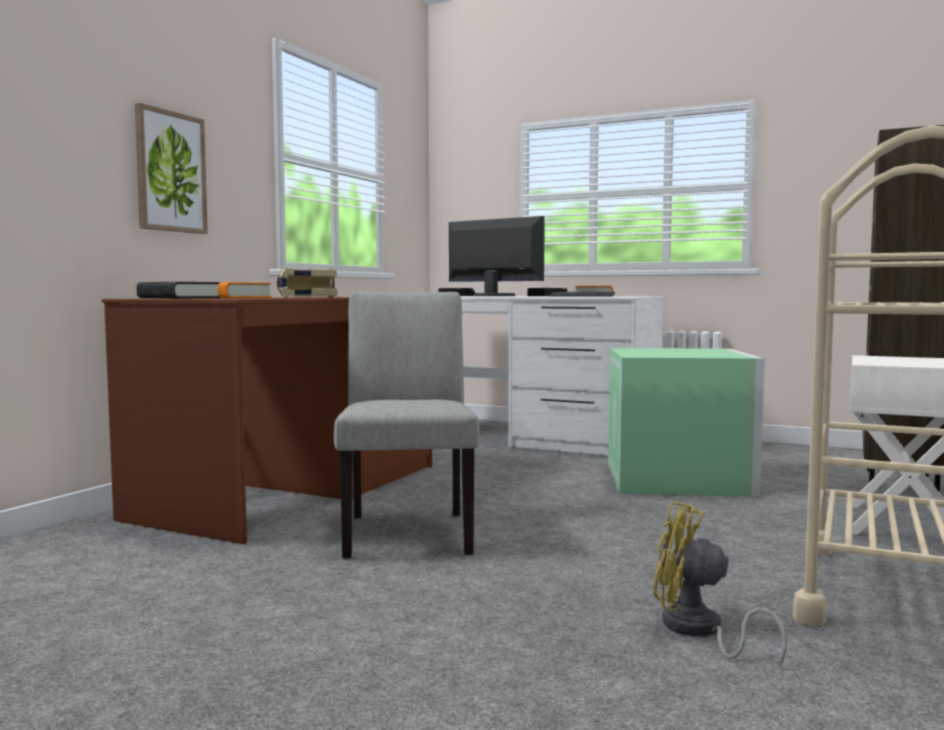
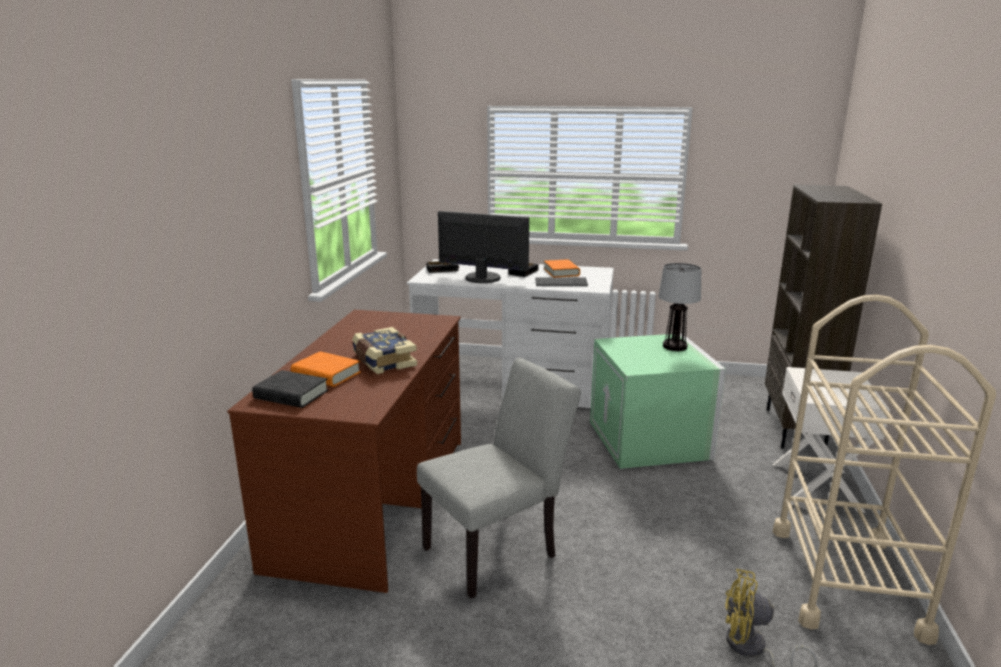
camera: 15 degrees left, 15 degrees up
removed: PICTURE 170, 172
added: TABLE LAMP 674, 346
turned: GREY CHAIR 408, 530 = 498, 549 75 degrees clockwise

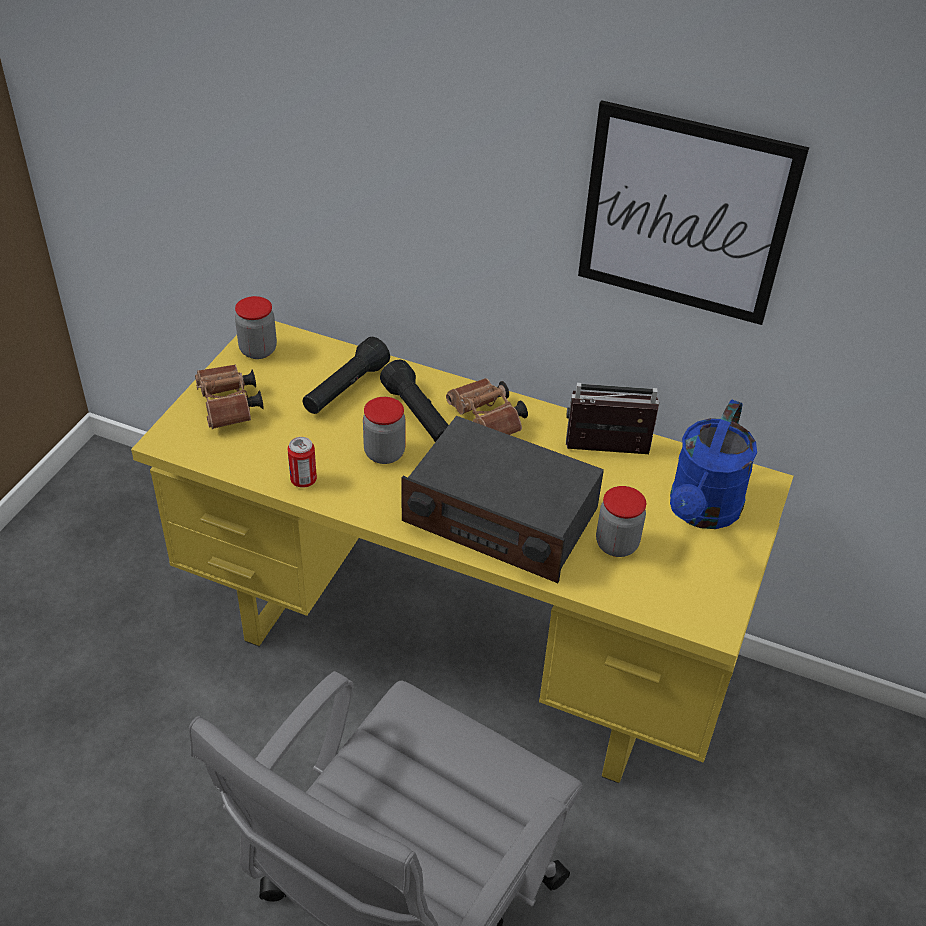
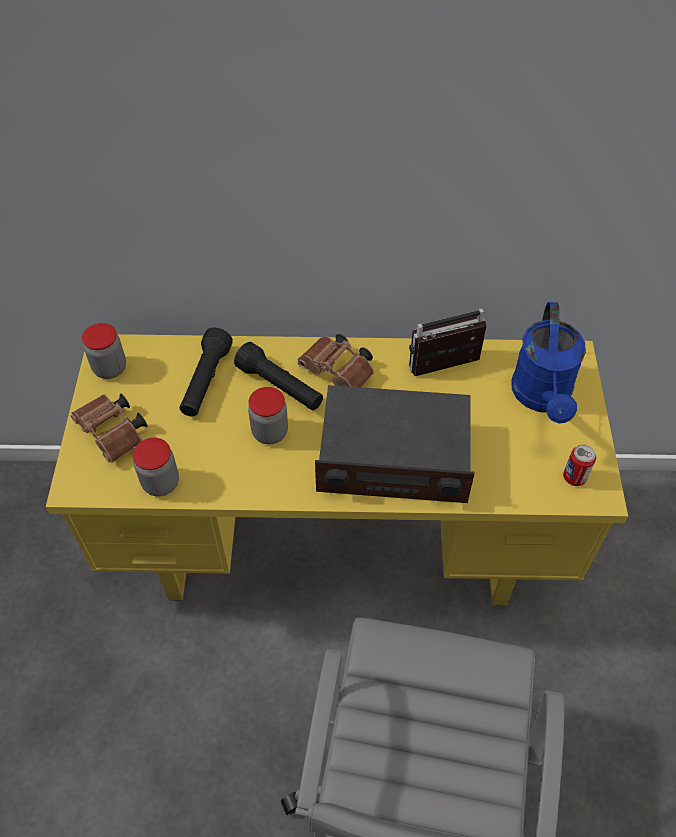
camera: 20 degrees left, 10 degrees up
removed: PICTURE 685, 215
moved: CAN 303, 480 to 574, 477; JAR 616, 544 to 161, 483

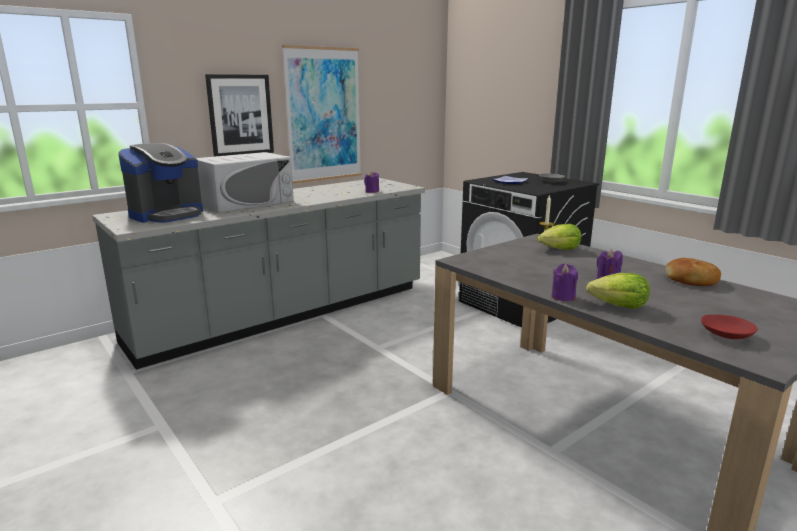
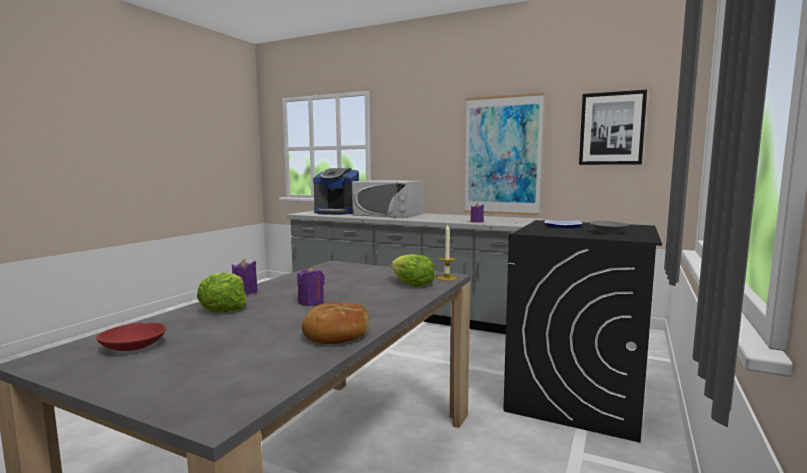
camera: 65 degrees right, 10 degrees down
moved: PICTURE 240, 115 to 611, 128

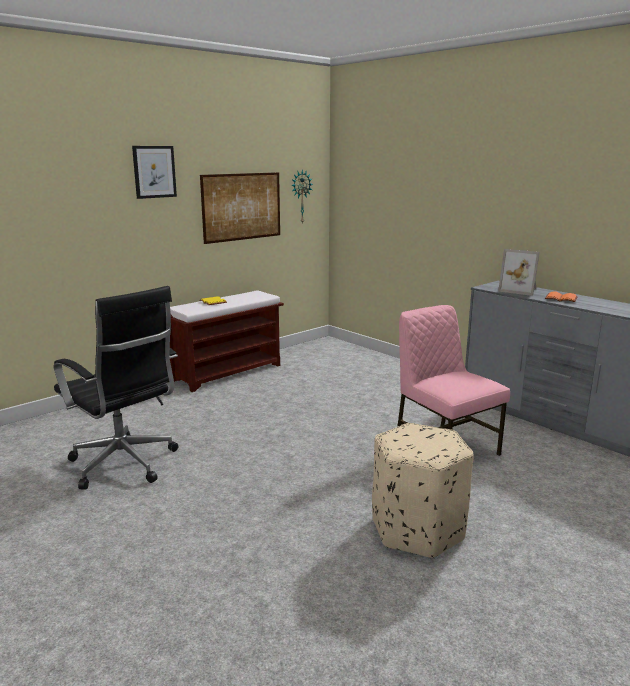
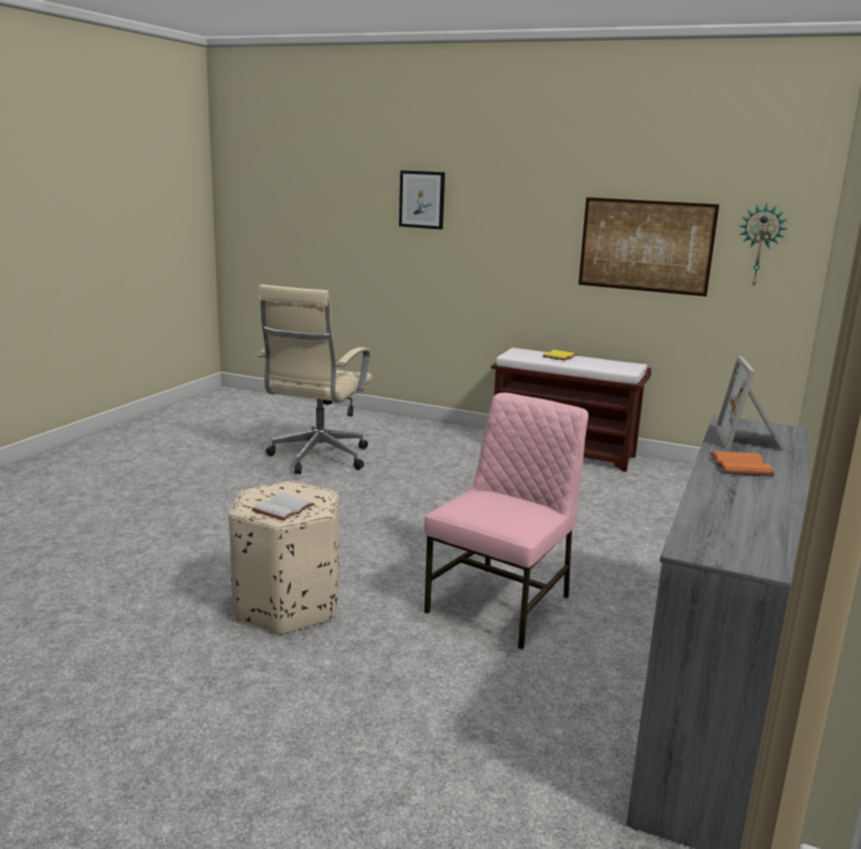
camera: 65 degrees right, 0 degrees up
added: WHITE BOOK 283, 508
moved: PICTURE 154, 172 to 422, 199
recoloured: BLACK OFFICE CHAIR 126, 465 to BEIGE OFFICE CHAIR 317, 459

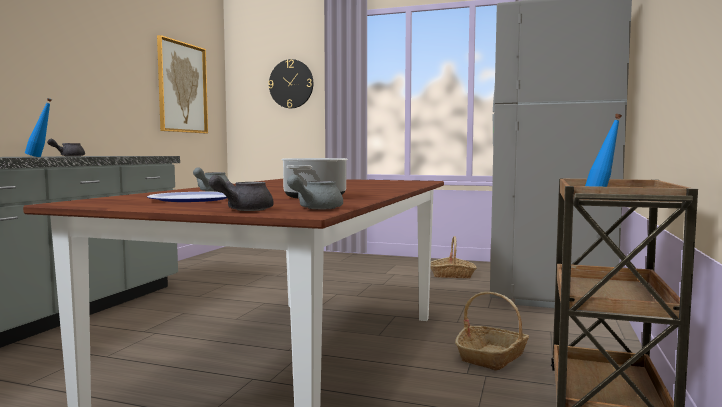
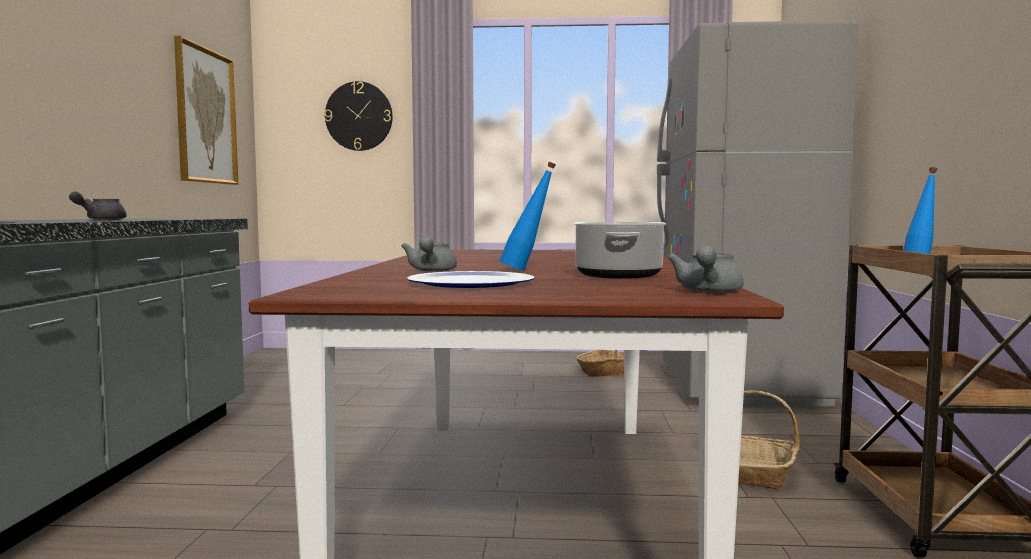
camera: 15 degrees left, 0 degrees up
removed: GREY TEAPOT 243, 210
moved: BLUE BOTTLE 40, 156 to 527, 270

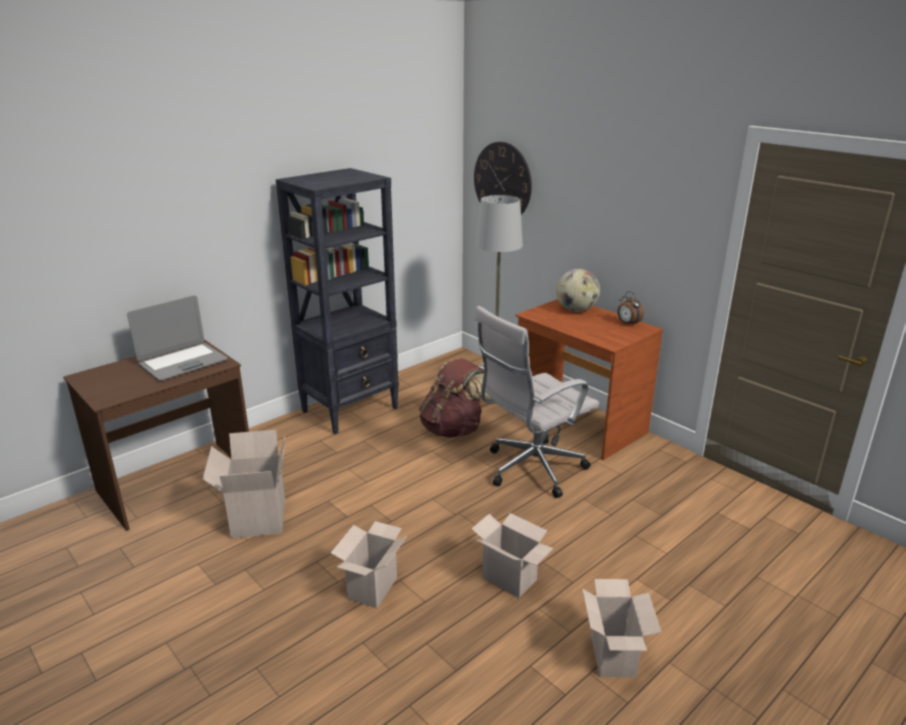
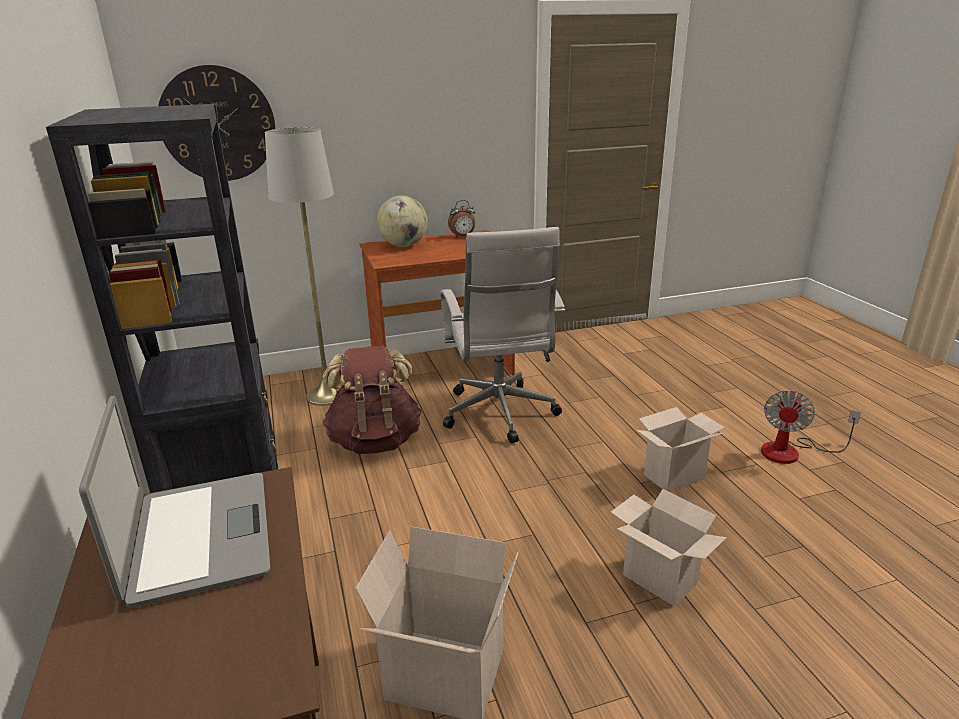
camera: 65 degrees left, 0 degrees up
replaced: CARDBOARD BOX 615, 657 to FAN 791, 452

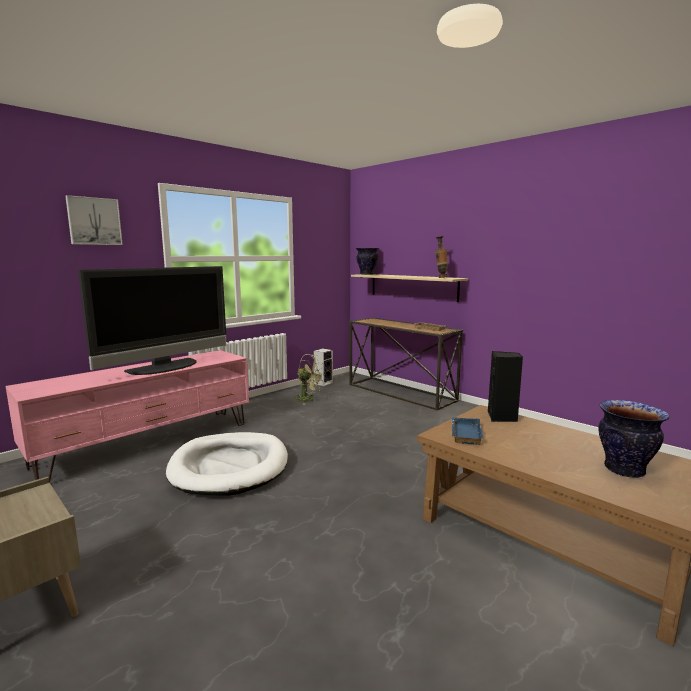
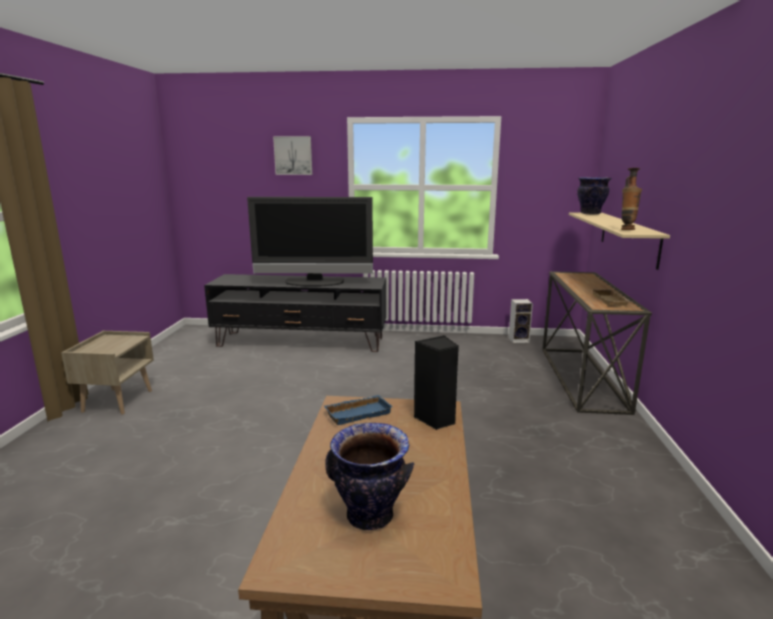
camera: 50 degrees right, 5 degrees up
removed: WHITE DOG BED 230, 467; GREEN FAN 308, 399
recoloured: PINK TV STAND 148, 443 to BLACK TV STAND 301, 342

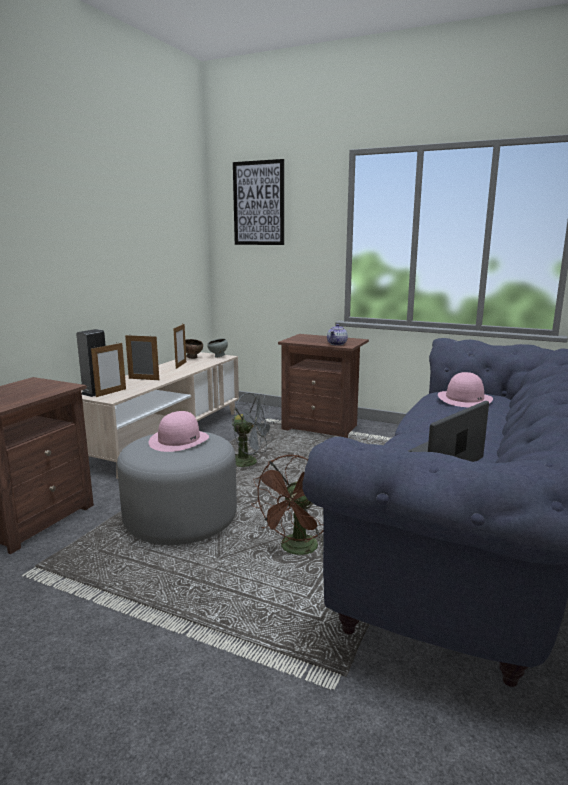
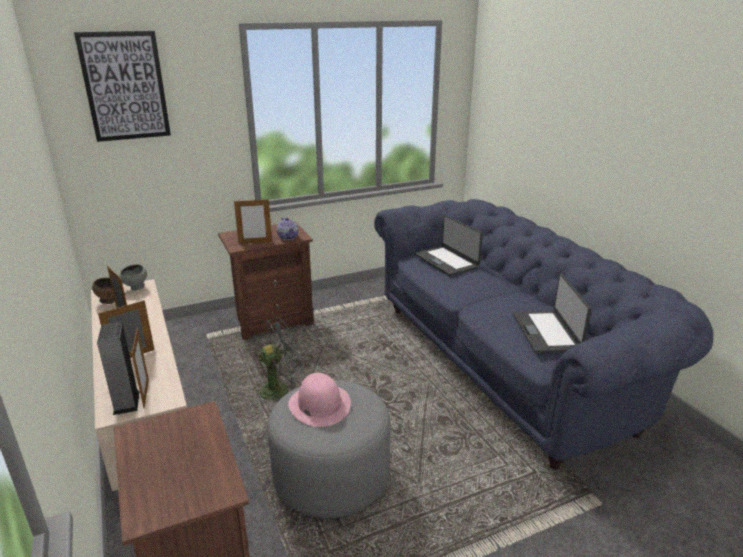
camera: 50 degrees left, 10 degrees up
removed: BROWN FAN 296, 550
added: PICTURE FRAME 255, 242
replaced: PINK HAT 464, 399 to LAPTOP 447, 261

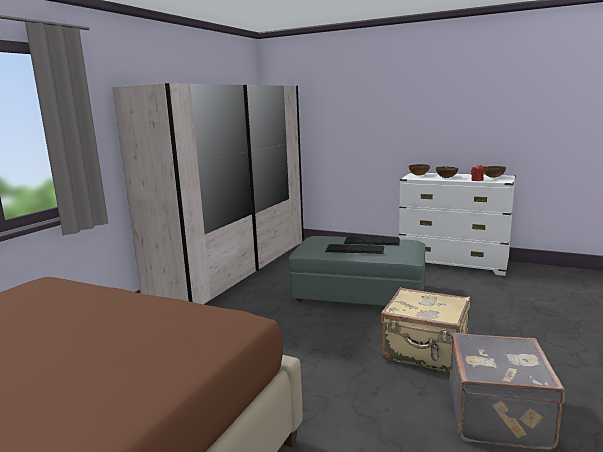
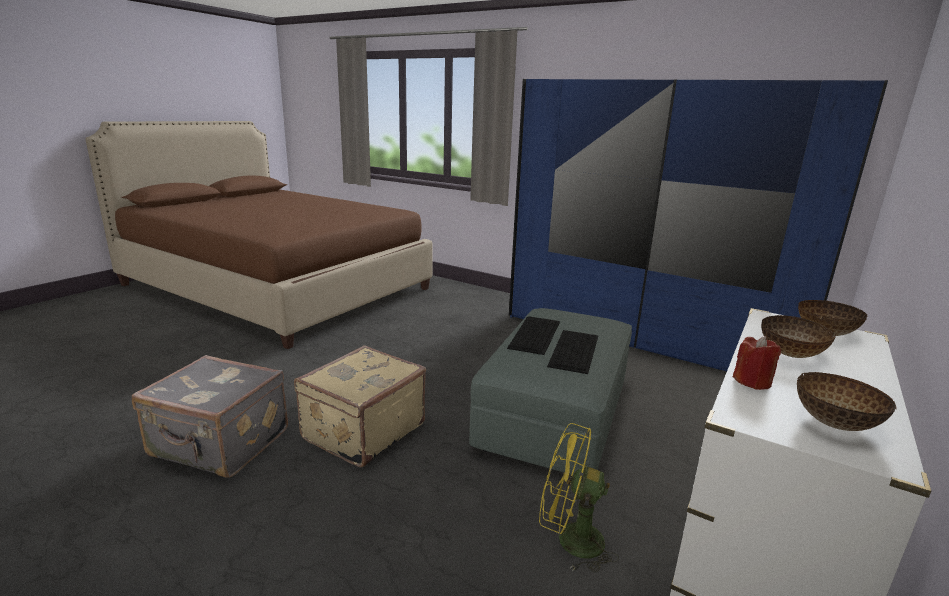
camera: 95 degrees right, 5 degrees up
added: YELLOW FAN 569, 540
recoloured: WHITE WARDROBE 236, 269 to BLUE WARDROBE 646, 338

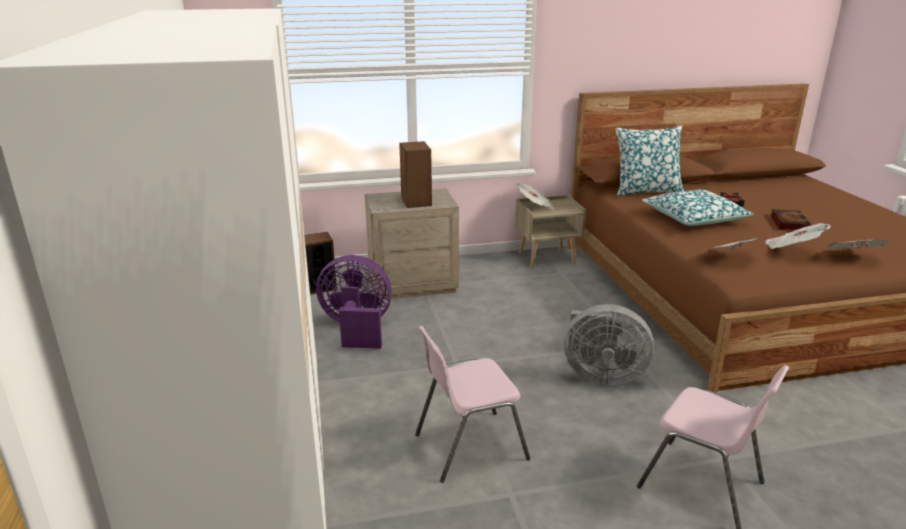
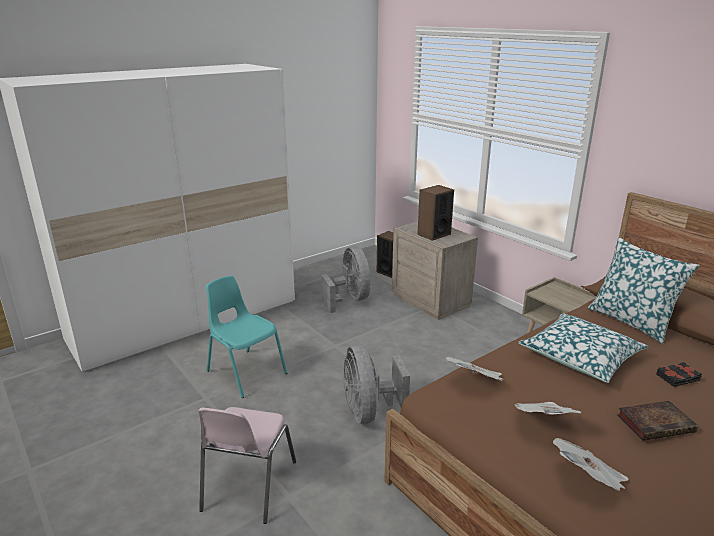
camera: 65 degrees right, 0 degrees up
removed: NEWSPAPER 534, 206
recoloured: PURPLE FAN 357, 329 to GREY FAN 350, 299; PINK CHAIR 468, 446 to TURQUOISE CHAIR 245, 372

